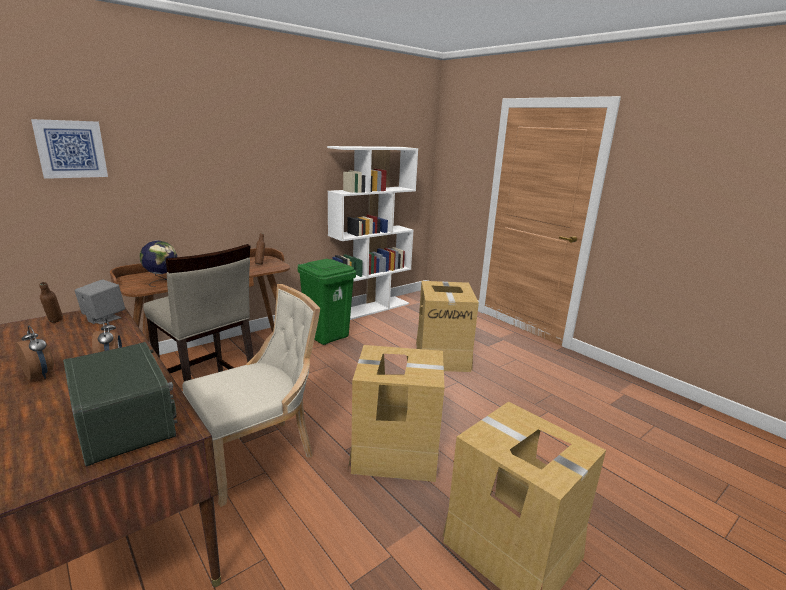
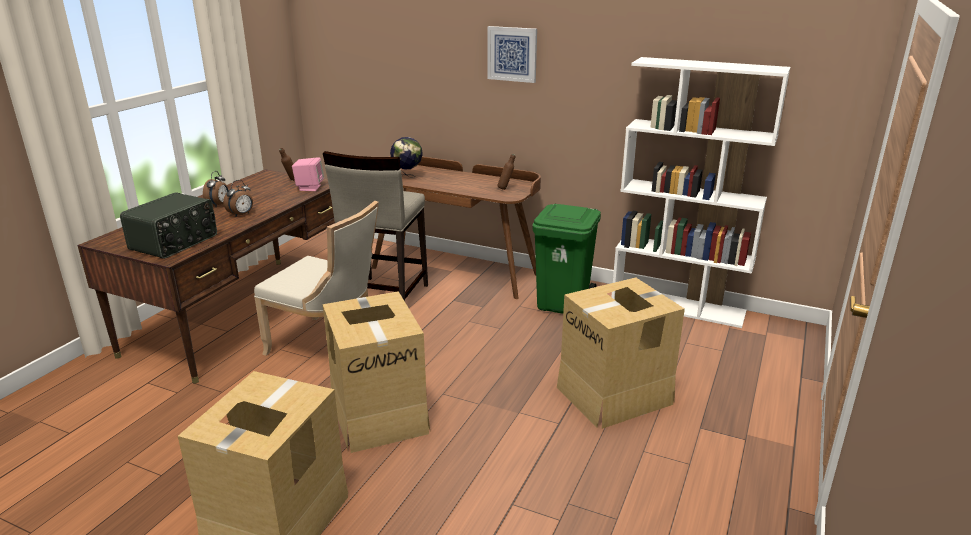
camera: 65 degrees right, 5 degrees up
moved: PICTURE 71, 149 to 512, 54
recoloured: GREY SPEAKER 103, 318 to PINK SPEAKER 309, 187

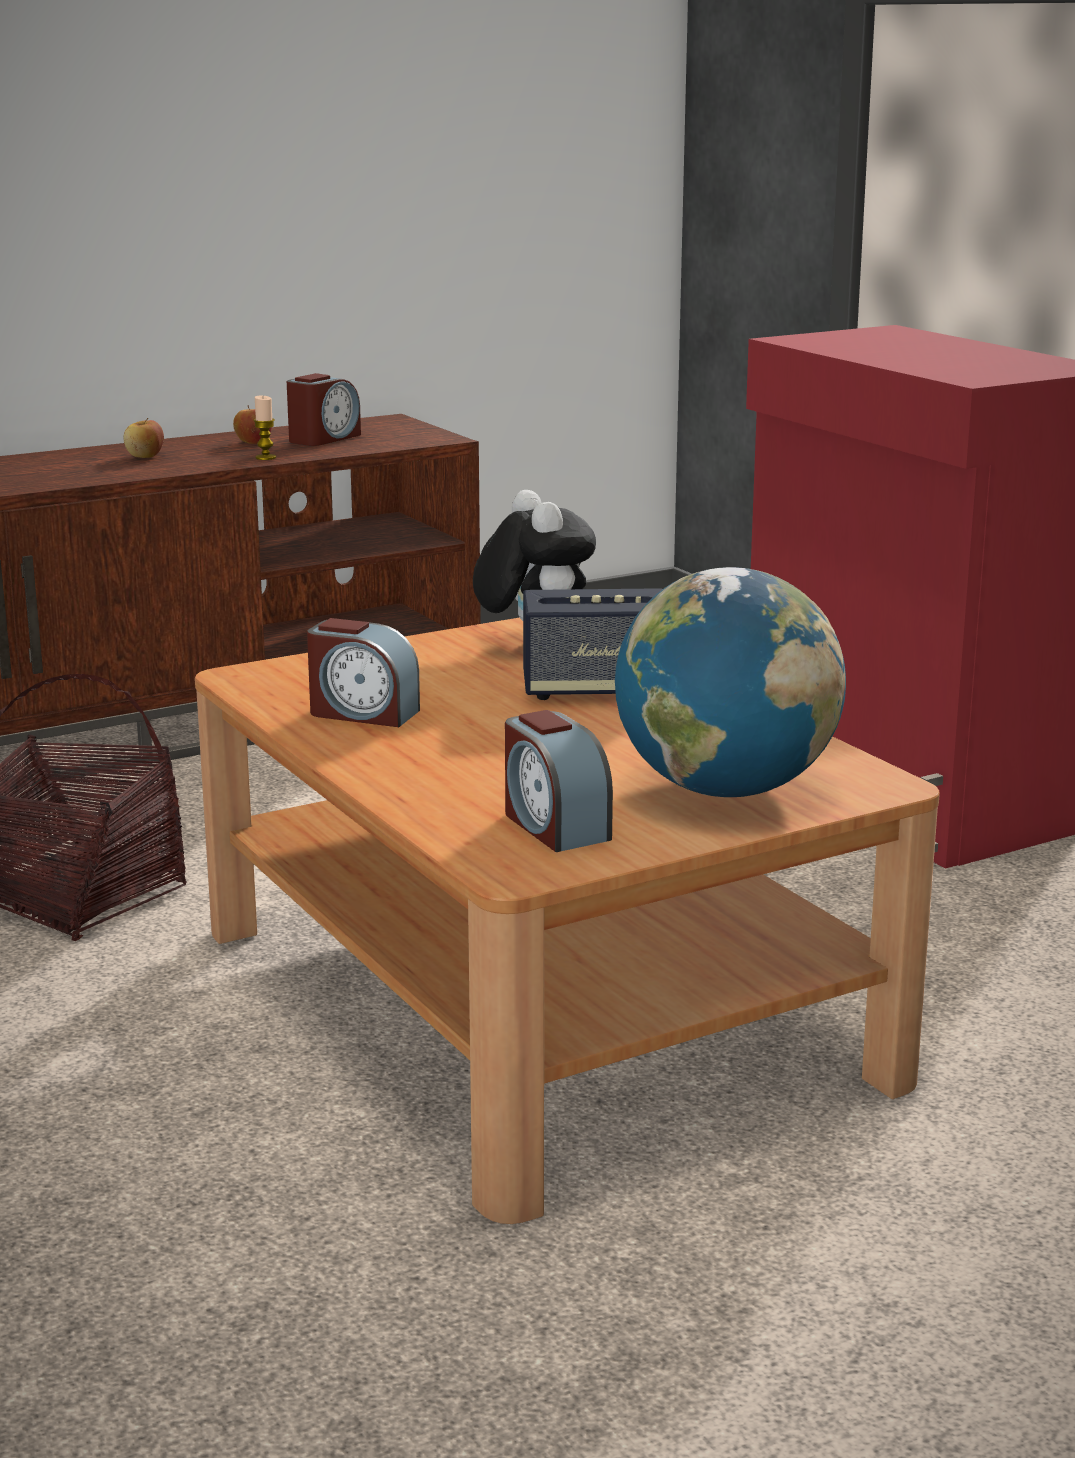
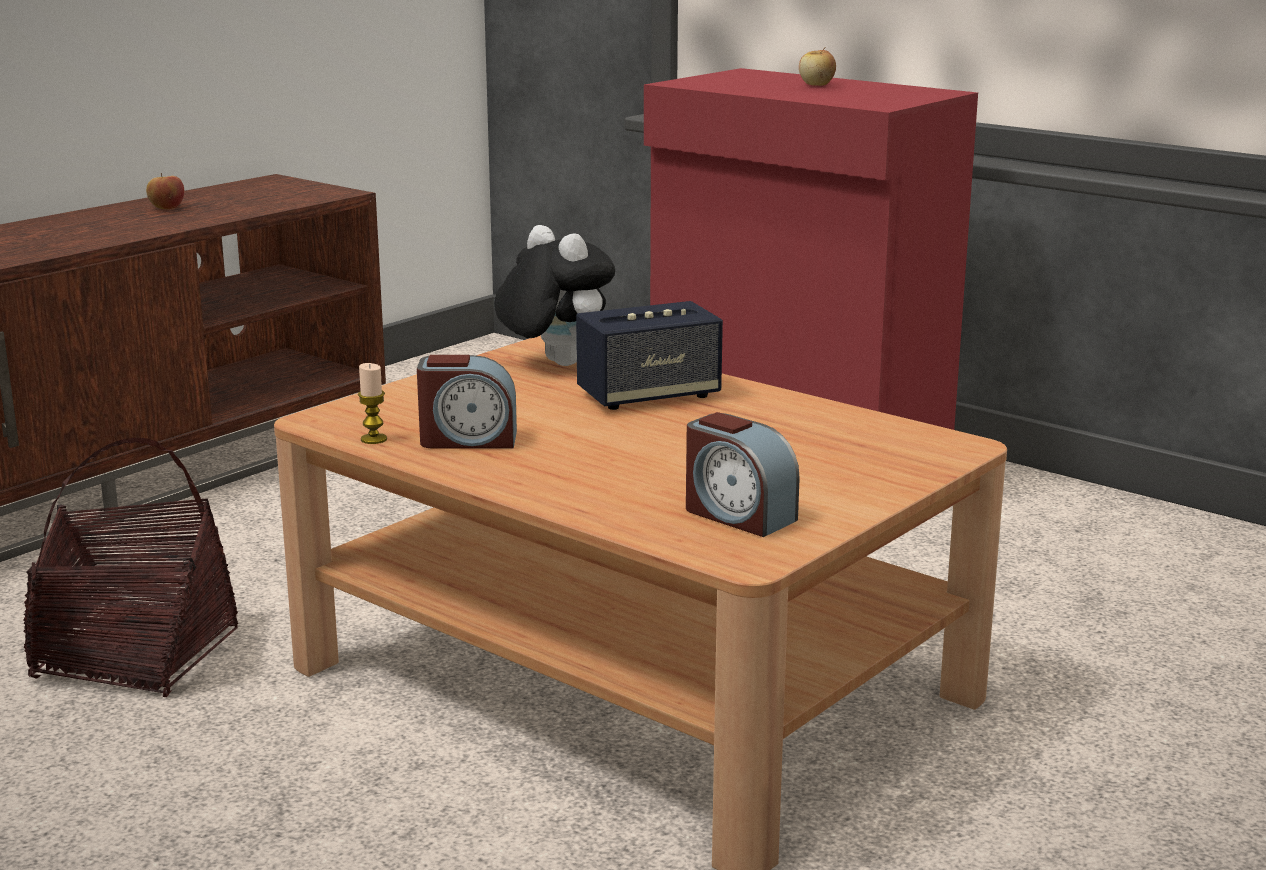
camera: 20 degrees left, 0 degrees up
removed: ALARM CLOCK 324, 439; GLOBE 725, 789
moved: APPLE 144, 456 to 817, 85; CANDLE 265, 457 to 374, 439

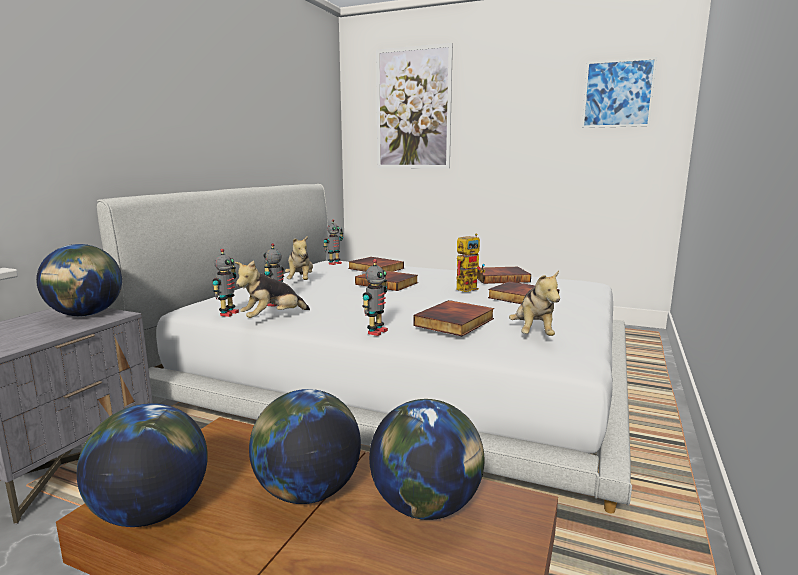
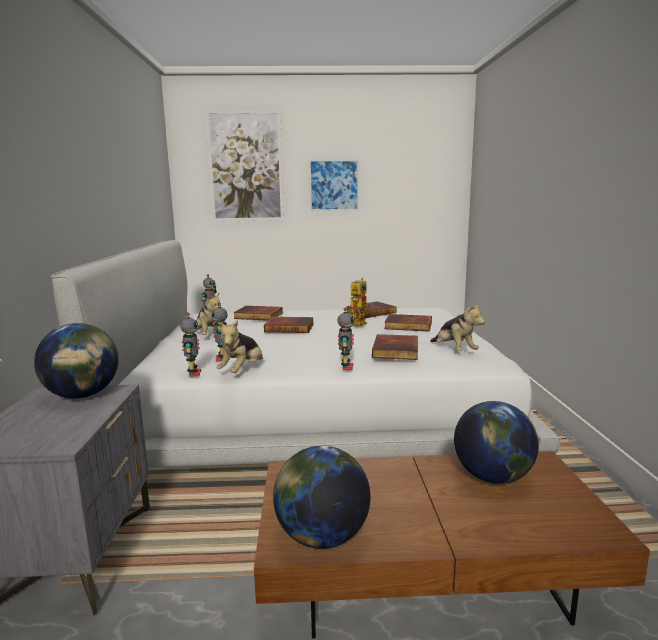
camera: 25 degrees left, 0 degrees up
removed: GLOBE 307, 492
moved: PICTURE 618, 93 to 334, 185

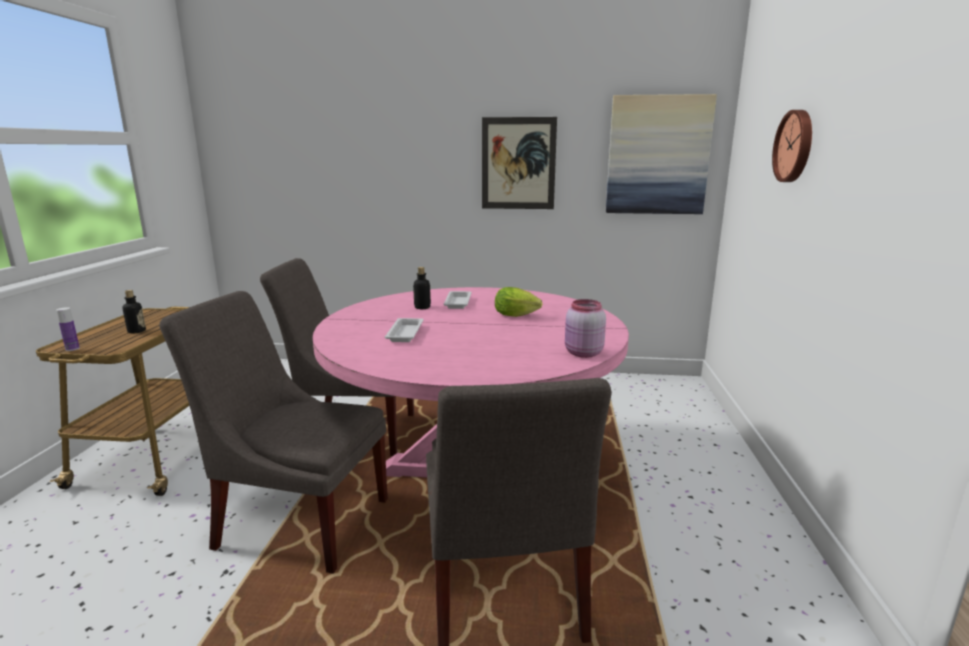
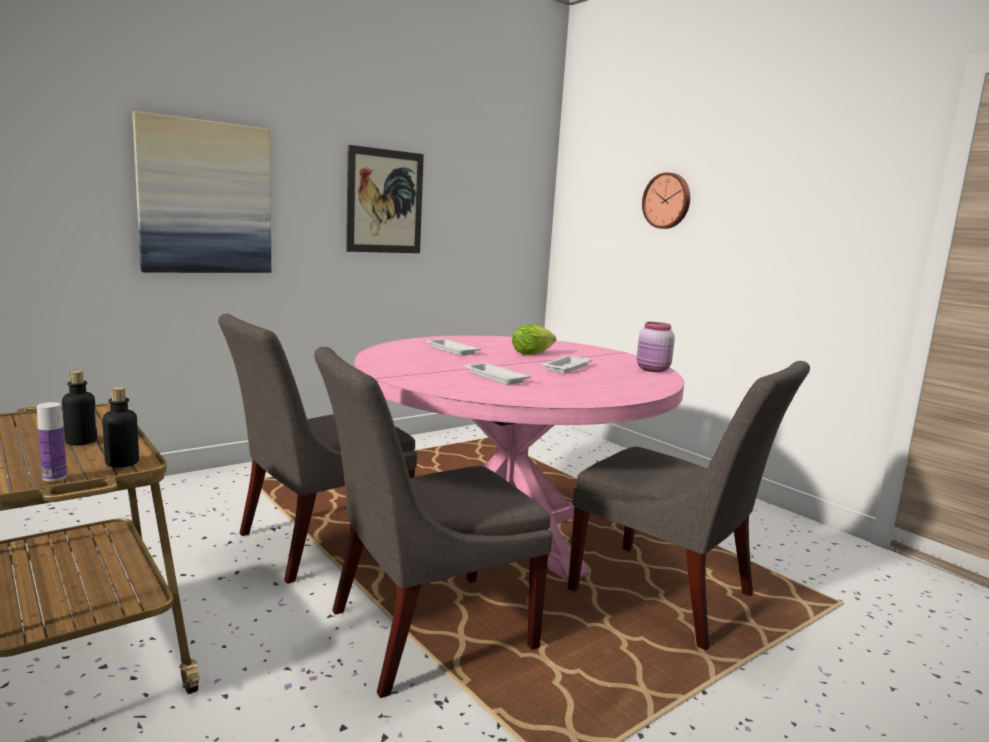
camera: 45 degrees left, 5 degrees down
added: WHITE TRAY 567, 367
moved: BOTTLE 422, 307 to 122, 463; PICTURE 658, 155 to 205, 198

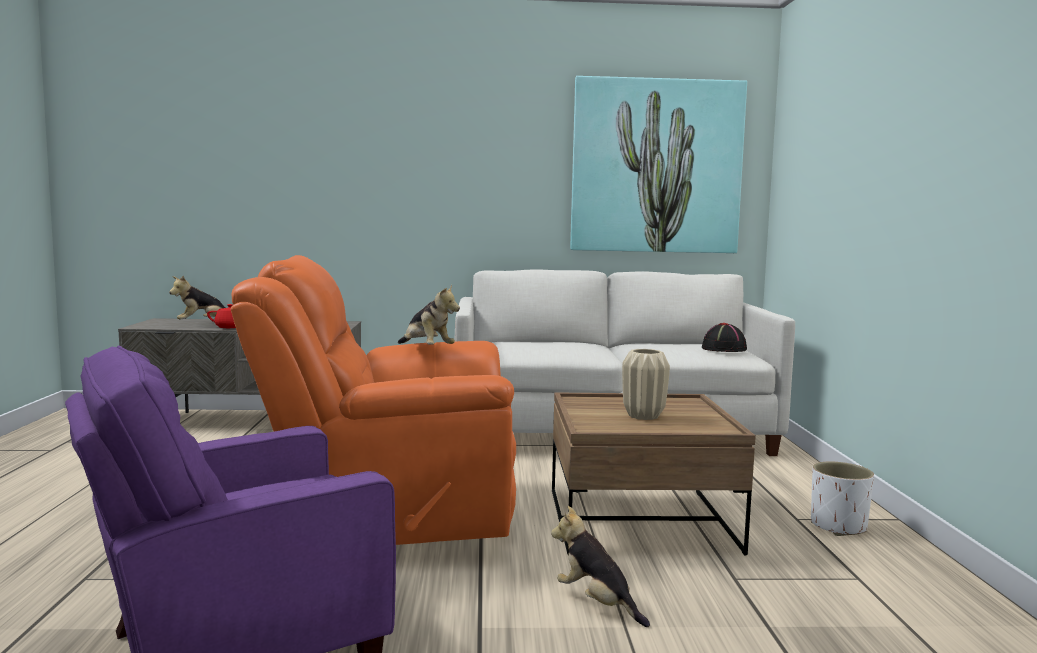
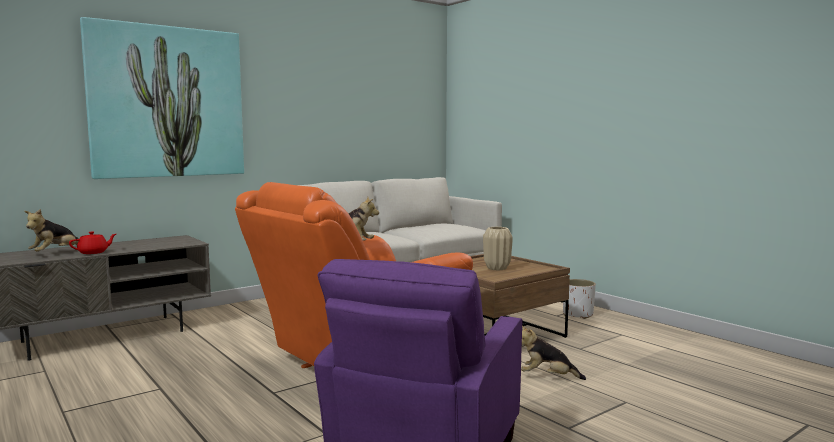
camera: 35 degrees left, 0 degrees up
removed: BLACK HAT 724, 349
moved: PICTURE 655, 167 to 167, 102

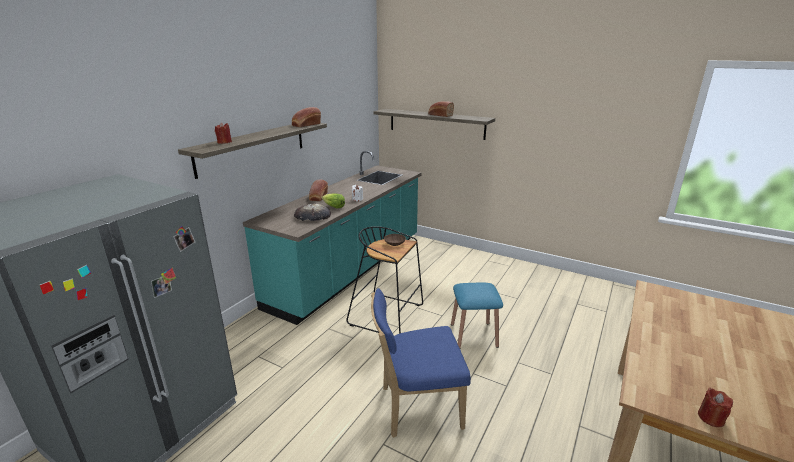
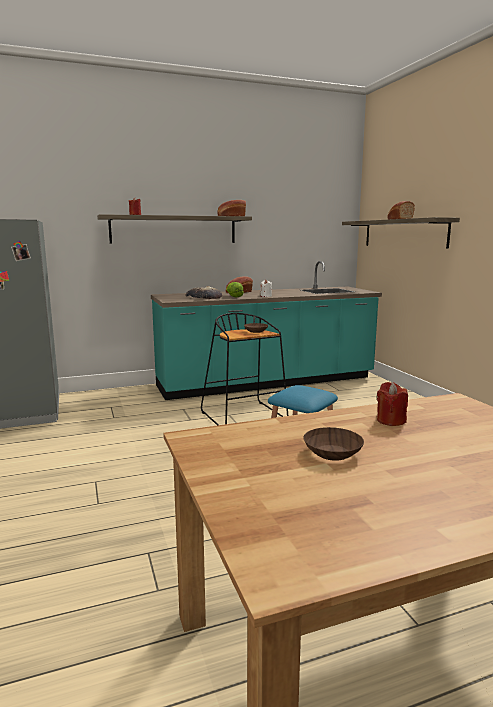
camera: 40 degrees right, 10 degrees down
removed: BLUE CHAIR 416, 407
added: BROWN BOWL 332, 452
moved: RED CANDLE 711, 418 to 390, 421

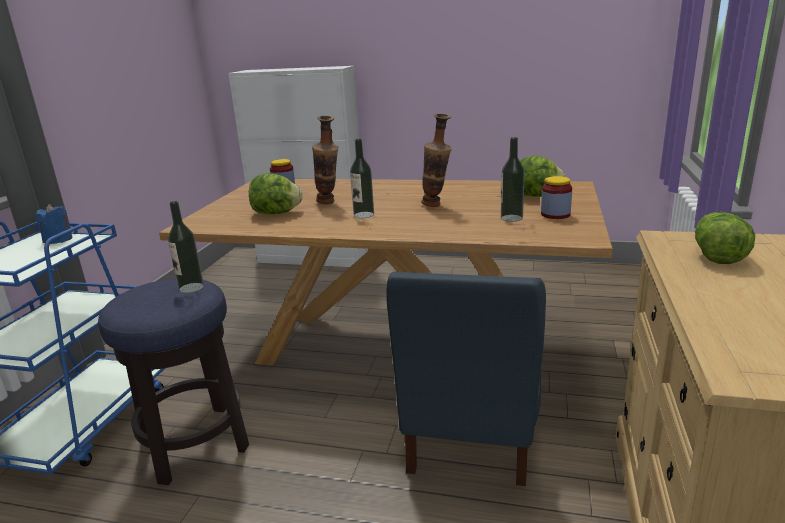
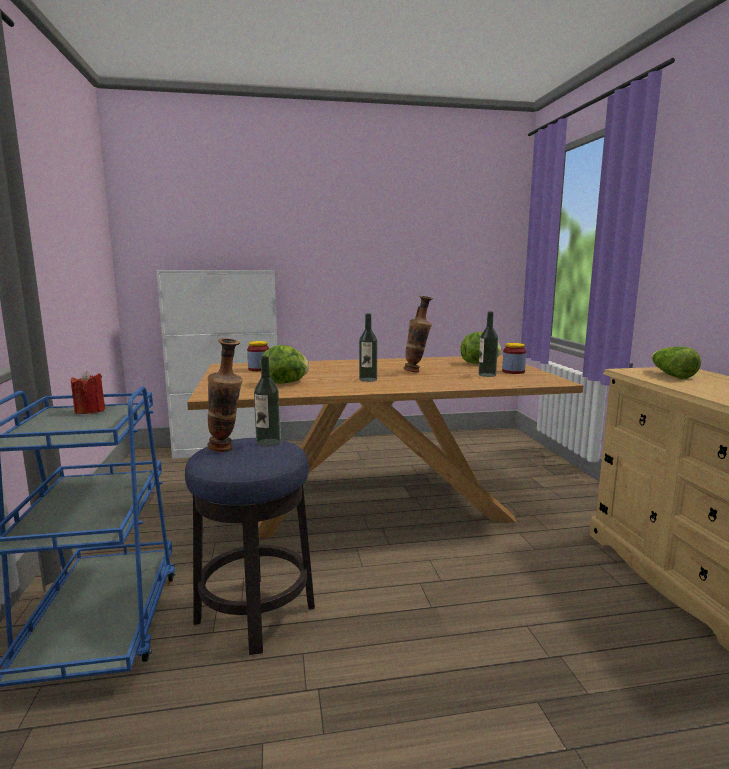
camera: 25 degrees left, 10 degrees down
removed: BLUE CHAIR 470, 436
moved: VASE 329, 203 to 226, 450
recoloured: BLUE CANDLE 58, 240 to RED CANDLE 90, 411

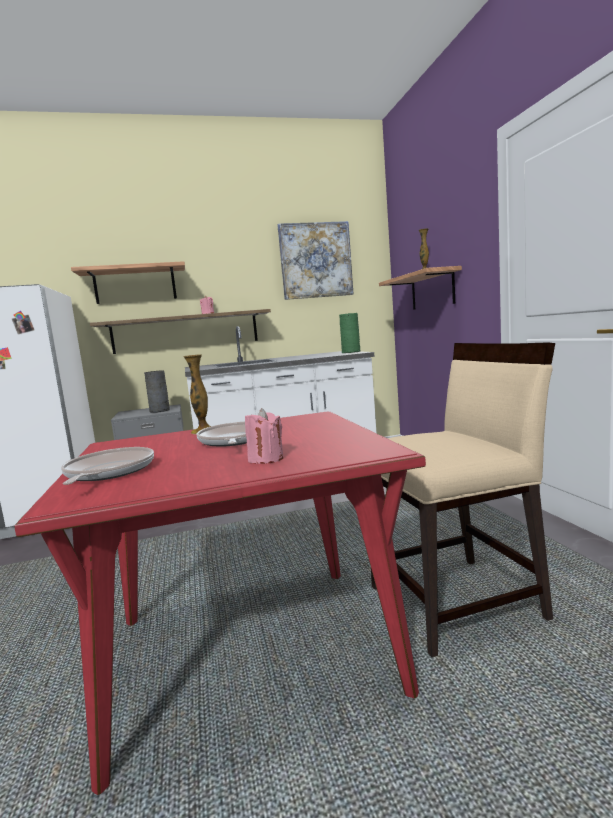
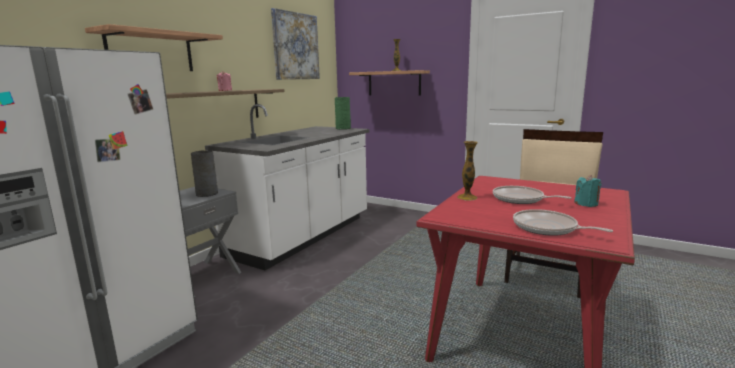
camera: 45 degrees left, 5 degrees up
recoloured: PINK CANDLE 266, 459 to TURQUOISE CANDLE 586, 204

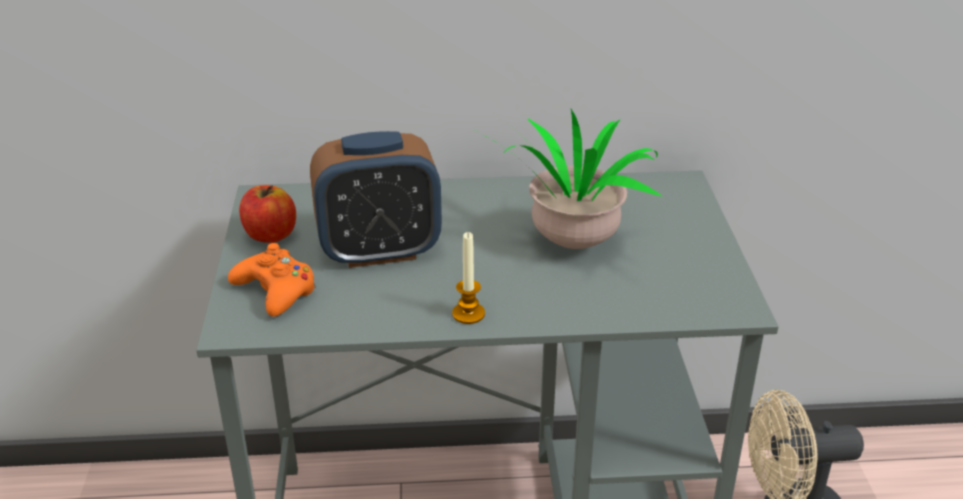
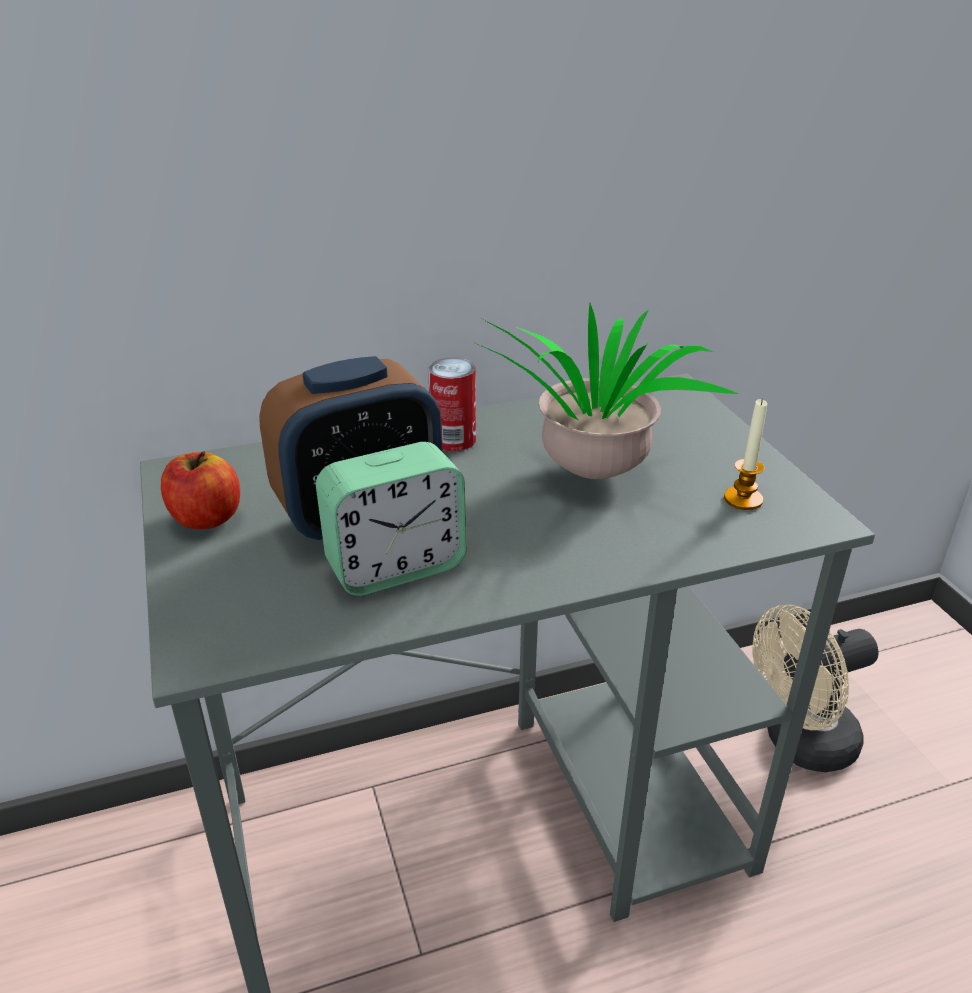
camera: 15 degrees left, 0 degrees up
removed: ORANGE GAME CONTROLLER 276, 291
added: ALARM CLOCK 396, 566; CAN 453, 439
moved: CANDLE 468, 314 to 743, 499

